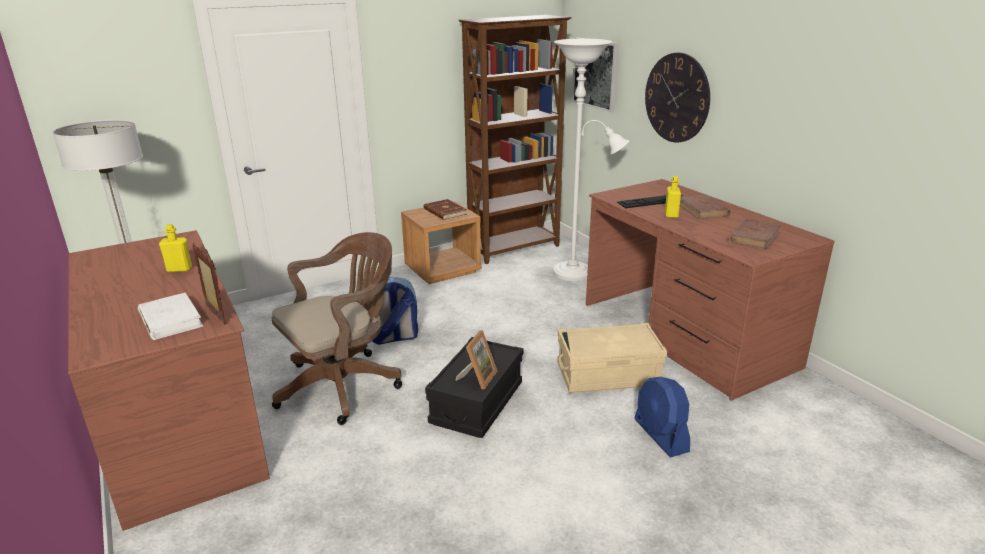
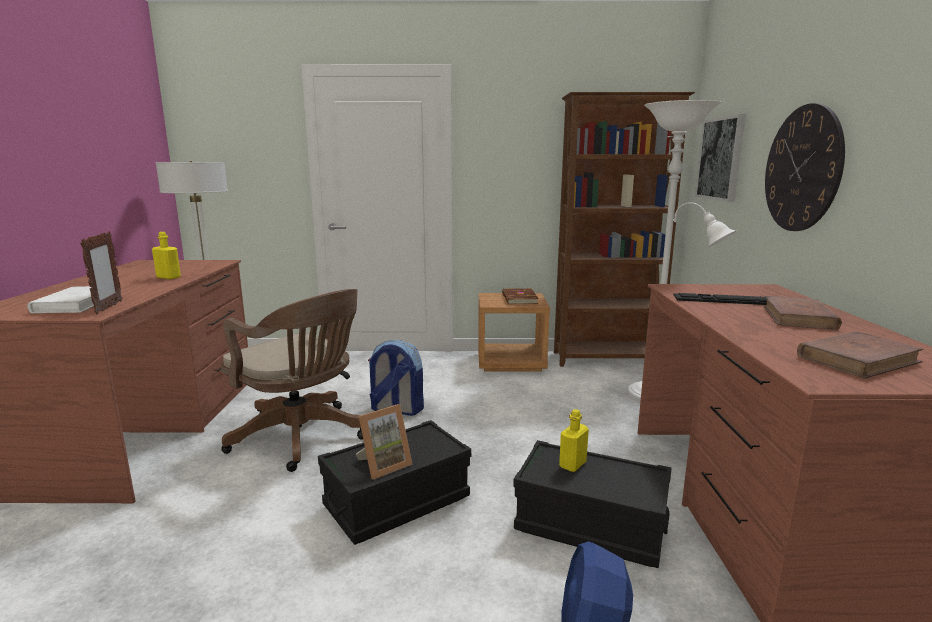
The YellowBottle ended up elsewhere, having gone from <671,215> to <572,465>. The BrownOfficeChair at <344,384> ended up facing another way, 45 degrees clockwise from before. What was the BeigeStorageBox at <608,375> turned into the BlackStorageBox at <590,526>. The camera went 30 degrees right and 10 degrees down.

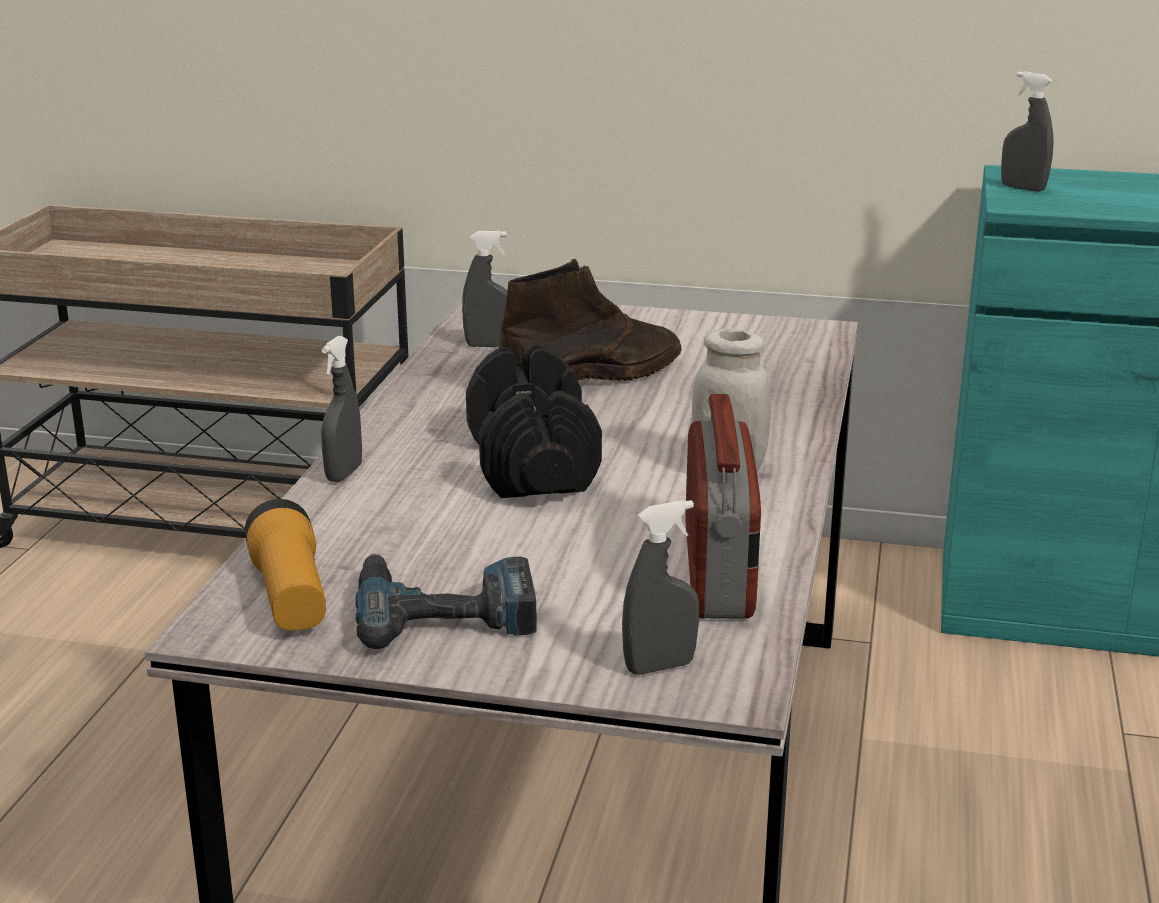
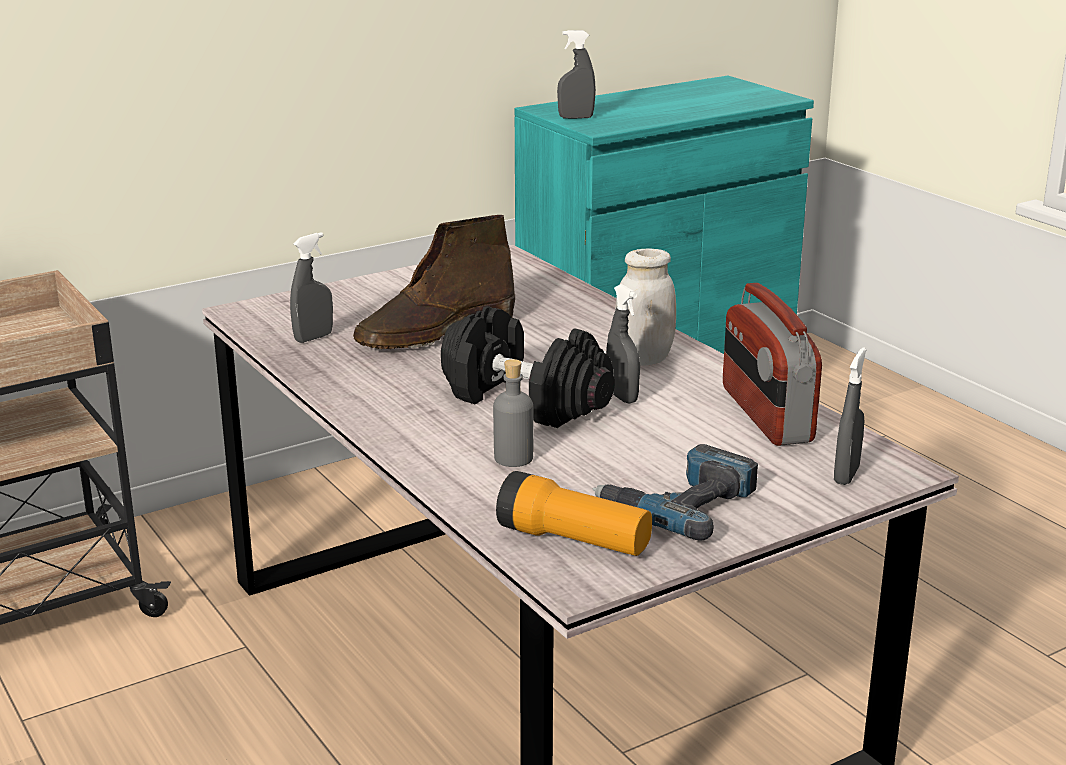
The BrownBoot at <593,377> ended up facing another way, 135 degrees counterclockwise from before. The GreySprayBottle ended up elsewhere, having gone from <344,473> to <622,397>. The Radio at <720,572> ended up facing another way, 150 degrees counterclockwise from before. The second view gained the GreyBottle at <513,458>. The camera went 45 degrees left and 0 degrees up.

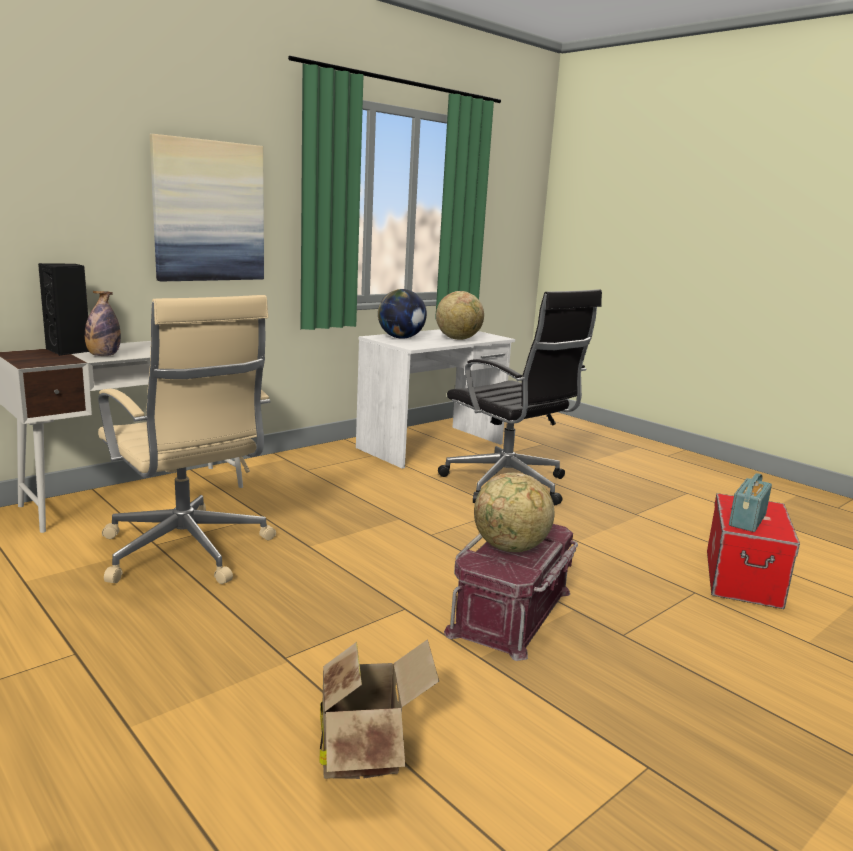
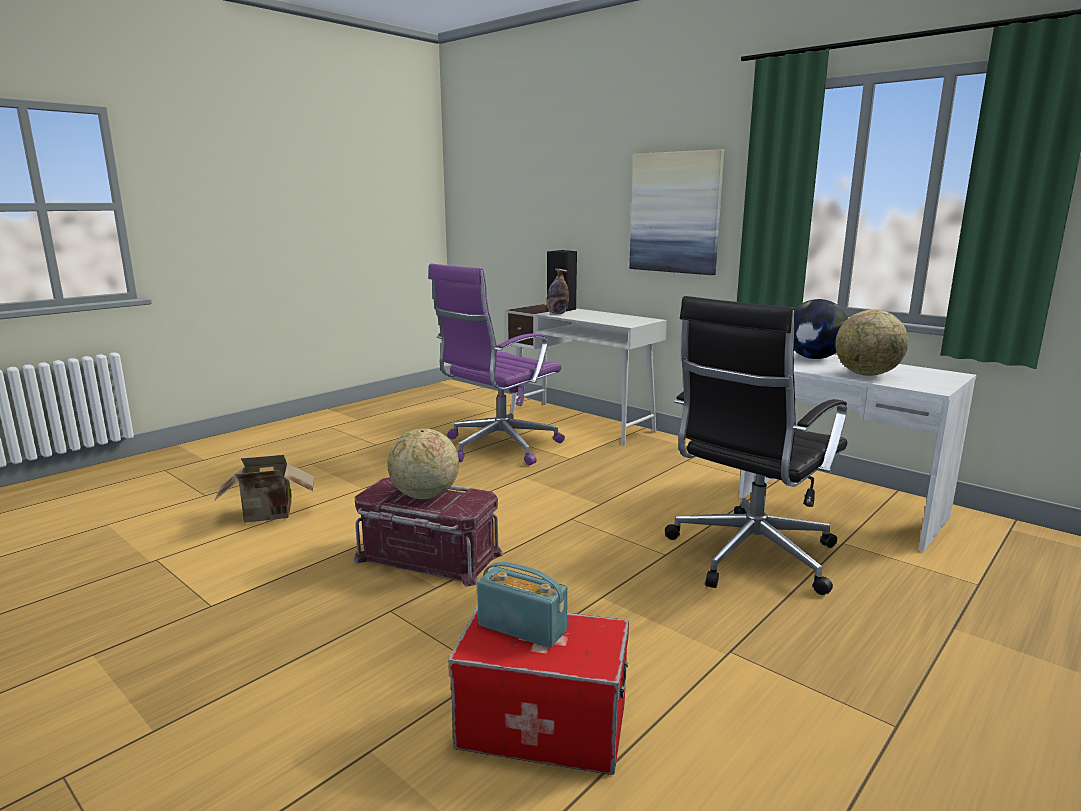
What was the BeigeOfficeChair at <187,552> turned into the PurpleOfficeChair at <498,447>. The camera went 85 degrees right and 0 degrees up.

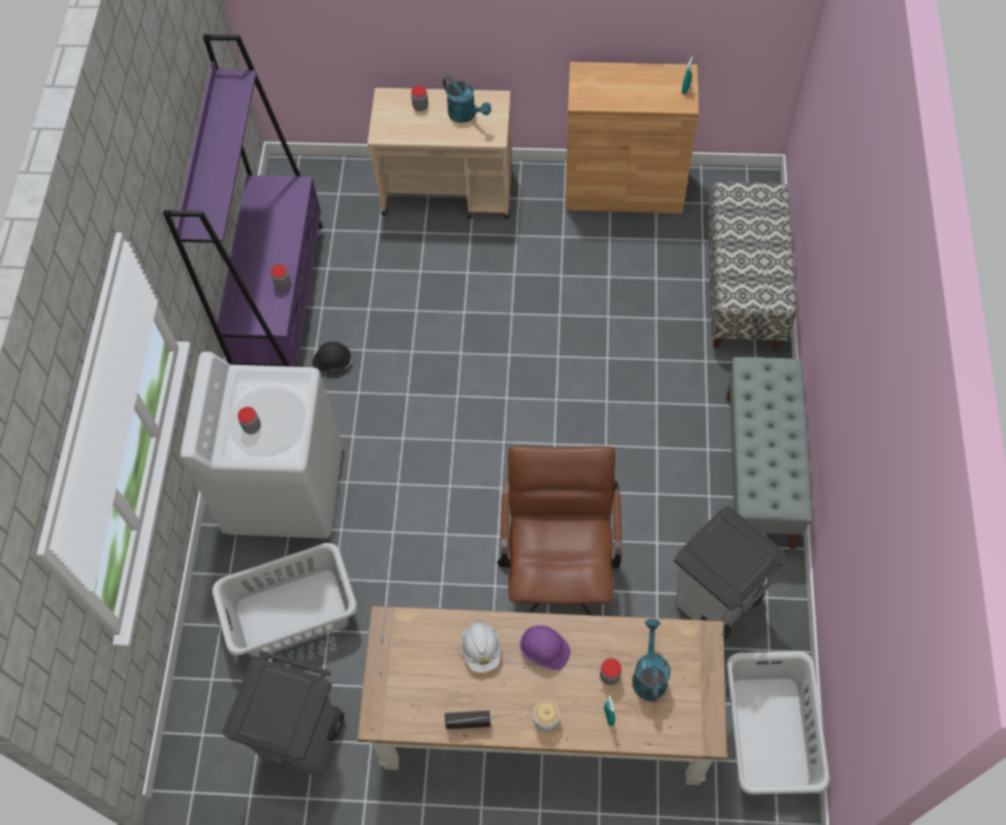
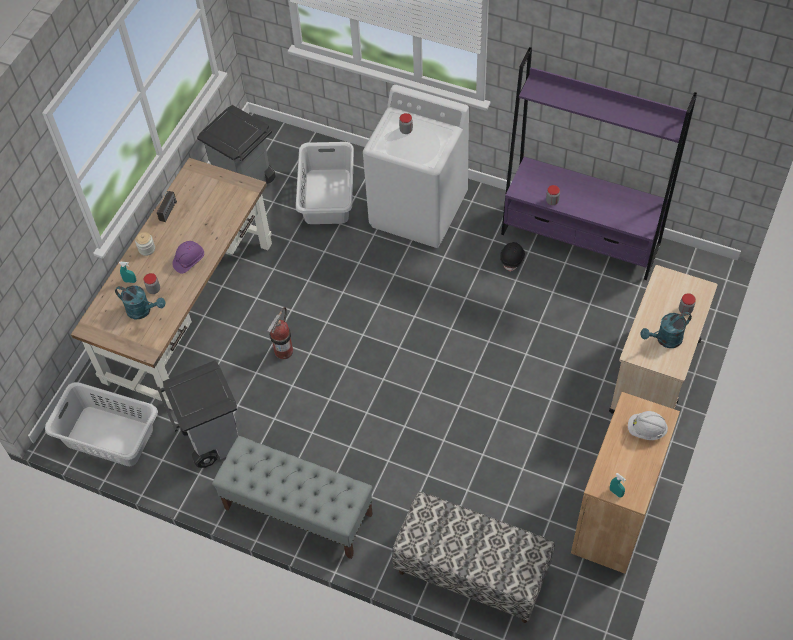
Where the BrownOfficeChair stood at <559,570>, the FireExtinguisher came to stand at <283,351>. The WhiteHardHat ended up elsewhere, having gone from <481,650> to <646,430>. The camera went 110 degrees right and 5 degrees down.

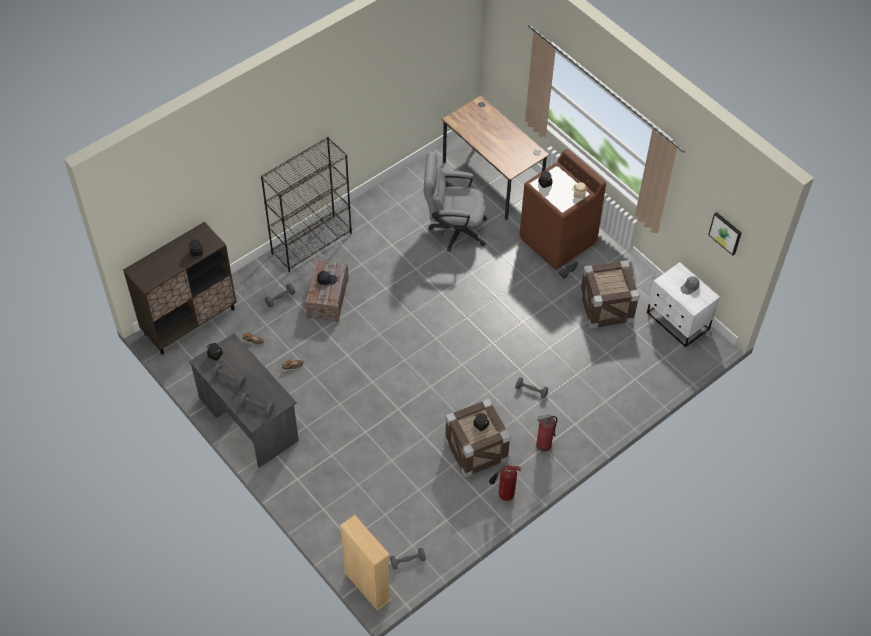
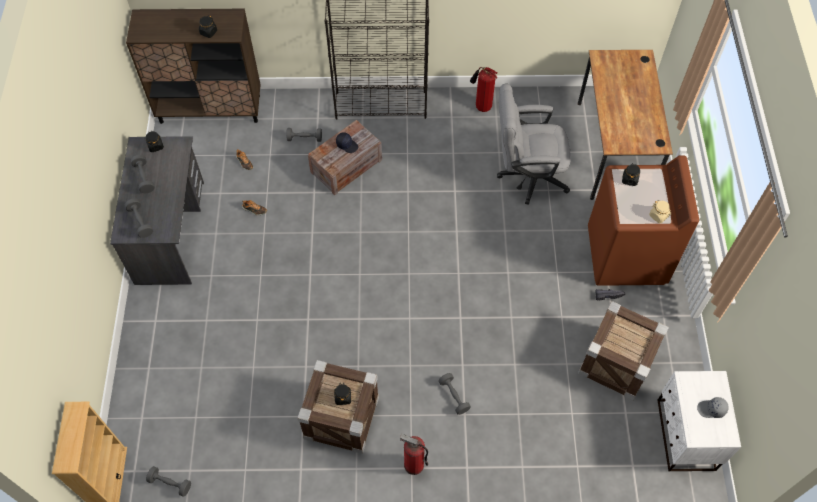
The GreyOfficeChair at <453,230> ended up facing another way, 45 degrees counterclockwise from before. The second view lost the Picture at <726,233>. The FireExtinguisher ended up elsewhere, having gone from <504,495> to <481,106>. The camera went 40 degrees right and 5 degrees up.

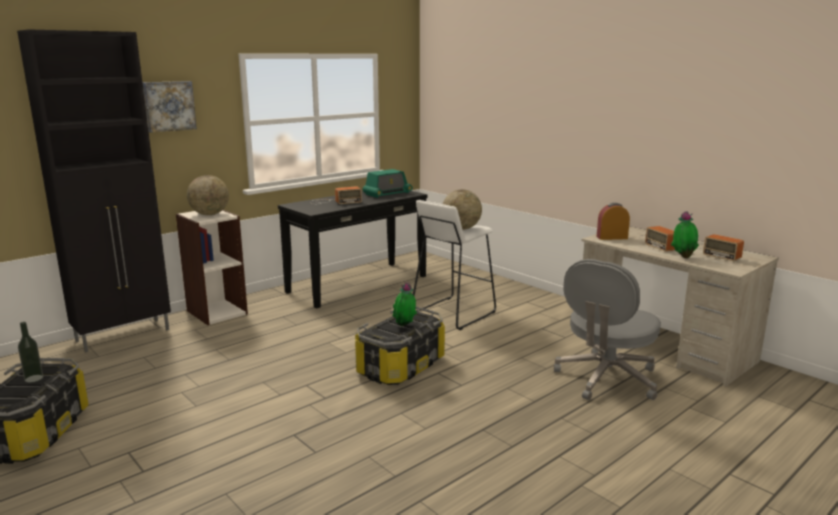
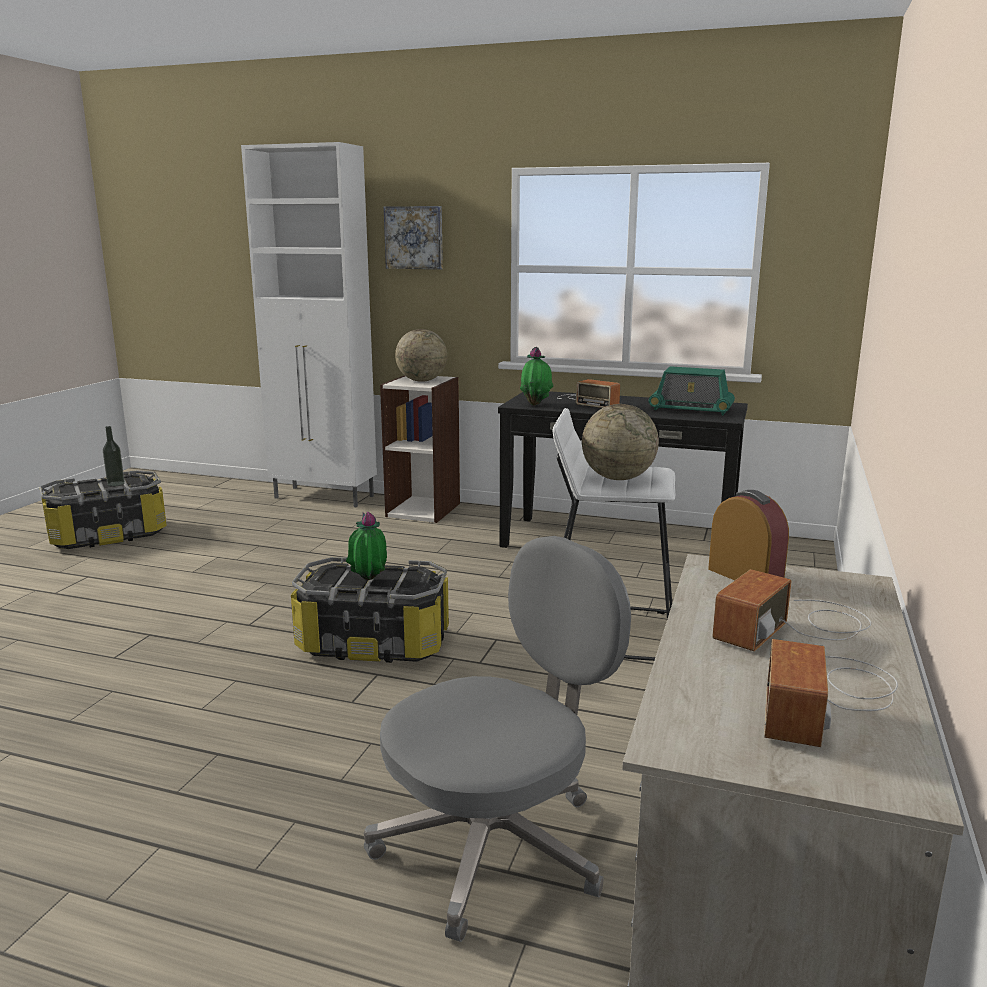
What was the BlackCabinet at <125,335> turned into the WhiteCabinet at <325,497>. The PottedPlant ended up elsewhere, having gone from <683,257> to <536,404>. The GreyOfficeChair at <606,379> ended up facing another way, 135 degrees clockwise from before. The camera went 60 degrees right and 0 degrees up.

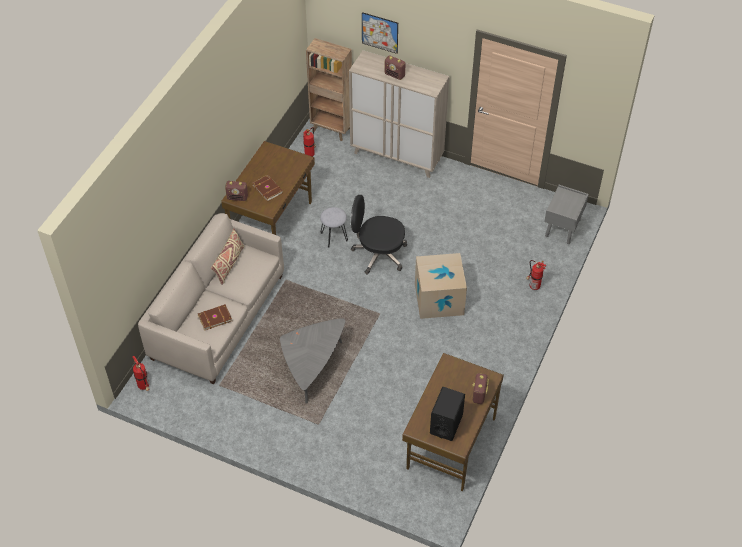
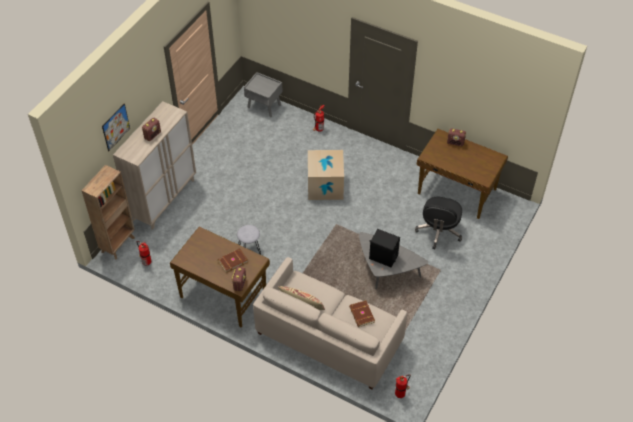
The BlackOfficeChair ended up elsewhere, having gone from <378,254> to <439,231>. The BlackSpeaker ended up elsewhere, having gone from <446,424> to <383,257>. The camera went 85 degrees left and 0 degrees up.

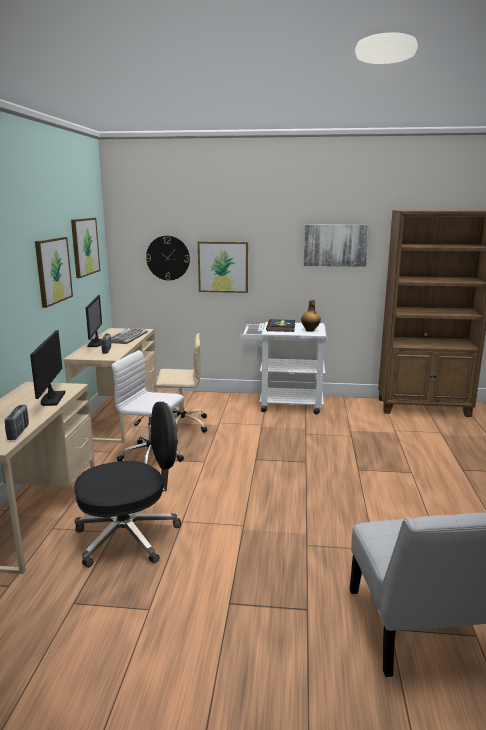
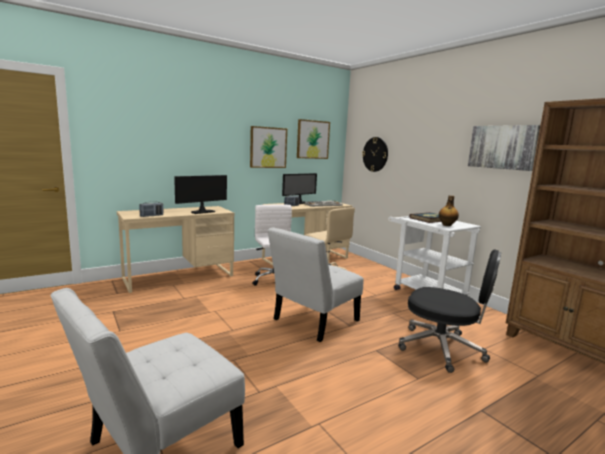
The second view lost the Picture at <223,267>. The BlackOfficeChair ended up elsewhere, having gone from <129,536> to <442,348>. The second view gained the WhiteChair at <313,321>. The camera went 50 degrees right and 5 degrees down.

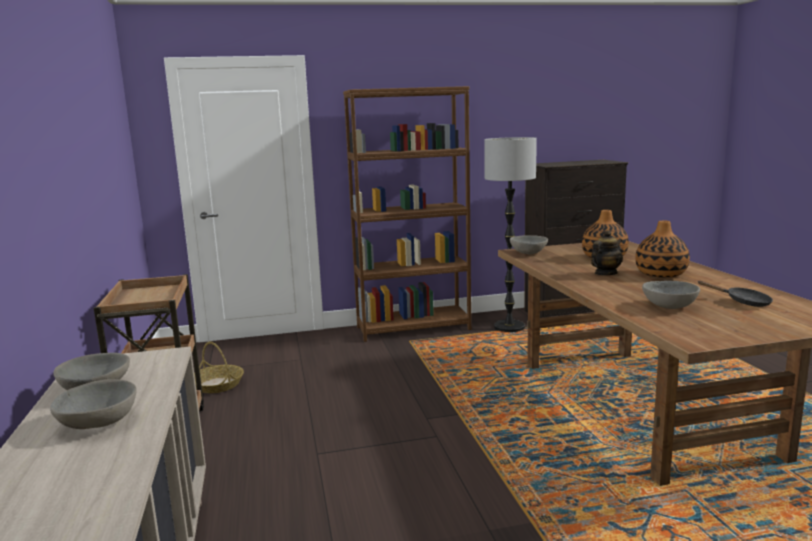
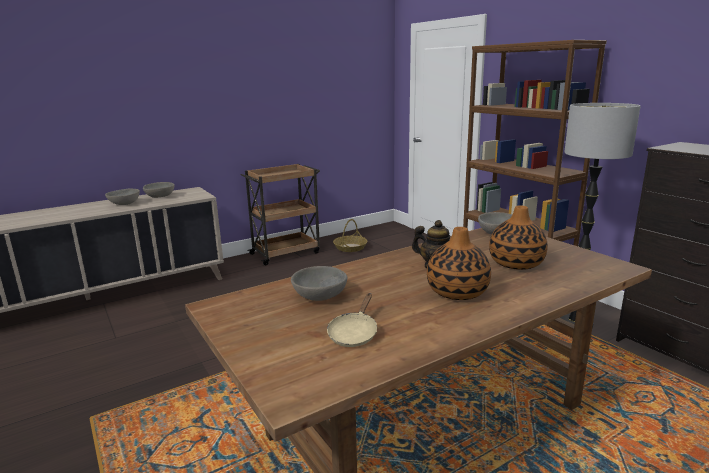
What was the BlackFryingPan at <743,302> turned into the BeigeFryingPan at <354,333>. The camera went 70 degrees right and 5 degrees up.

